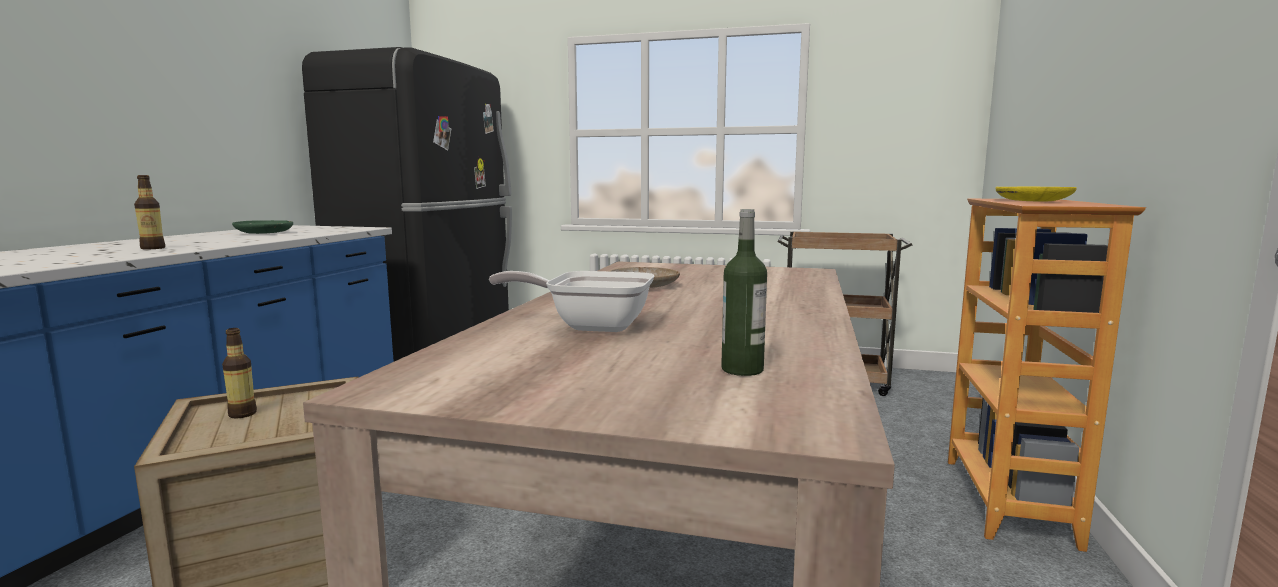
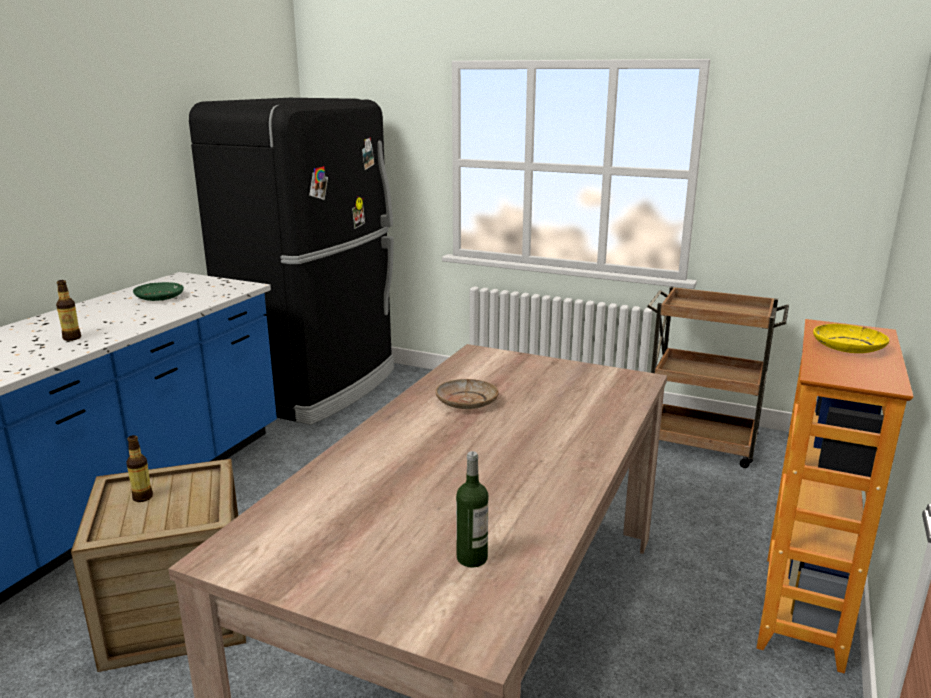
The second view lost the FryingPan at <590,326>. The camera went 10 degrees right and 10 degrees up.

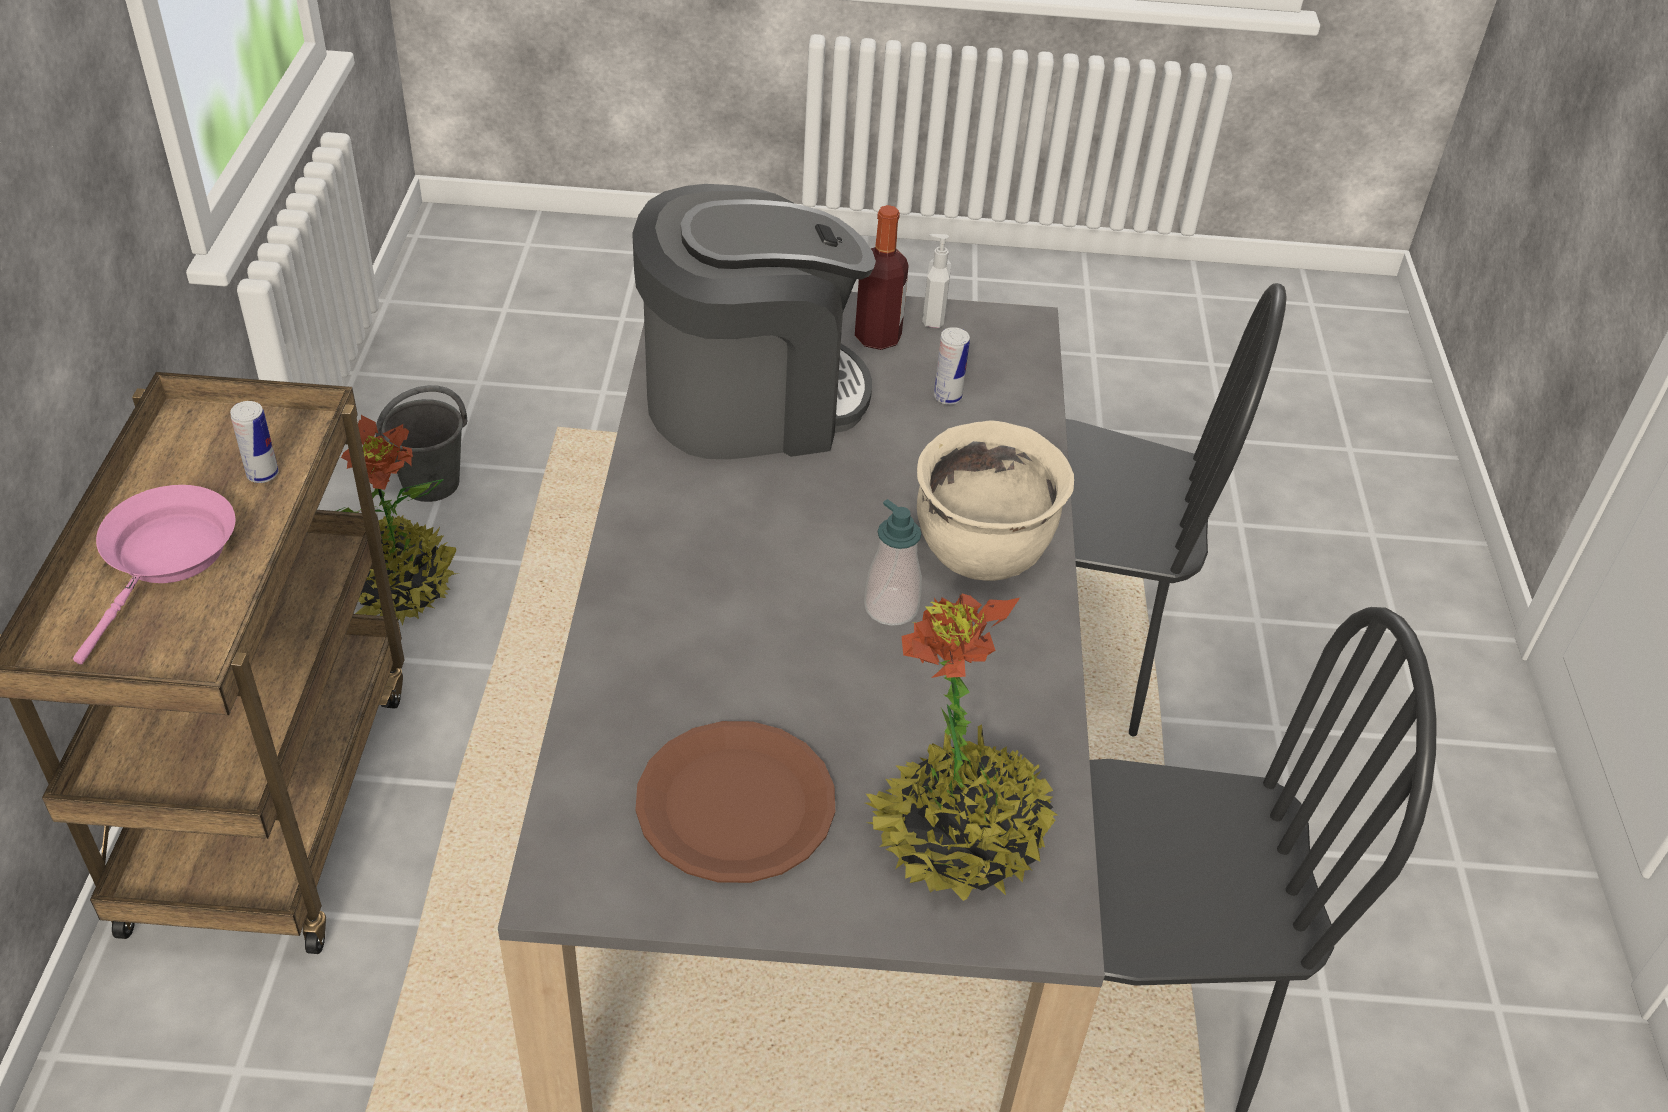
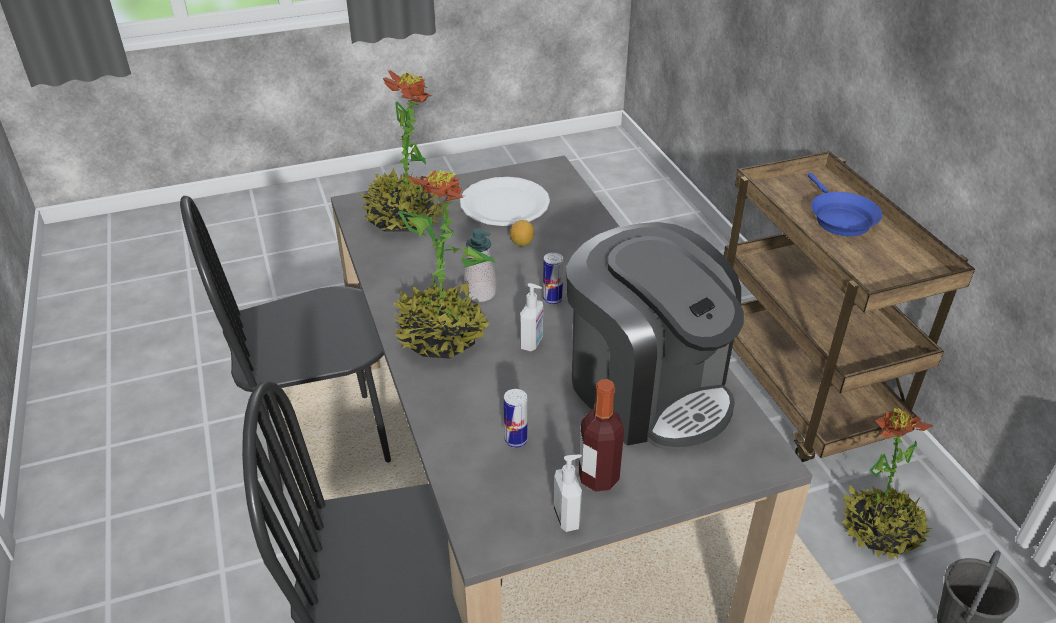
The CoffeeMachine at <751,400> ended up facing another way, 90 degrees counterclockwise from before. The Can ended up elsewhere, having gone from <262,474> to <552,299>. Where the BeigeCookingPot stood at <982,553>, the PottedPlant came to stand at <442,336>. What was the PinkFryingPan at <166,558> turned into the BlueFryingPan at <839,218>. What was the BrownPlate at <736,804> turned into the WhitePlate at <504,204>. The second view gained the Lemon at <522,243>. The second view gained the SoapDispenser at <532,343>. The camera went 160 degrees right and 5 degrees down.

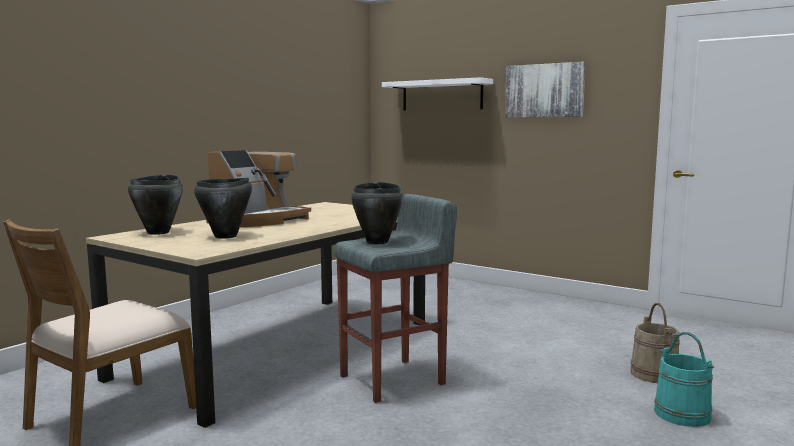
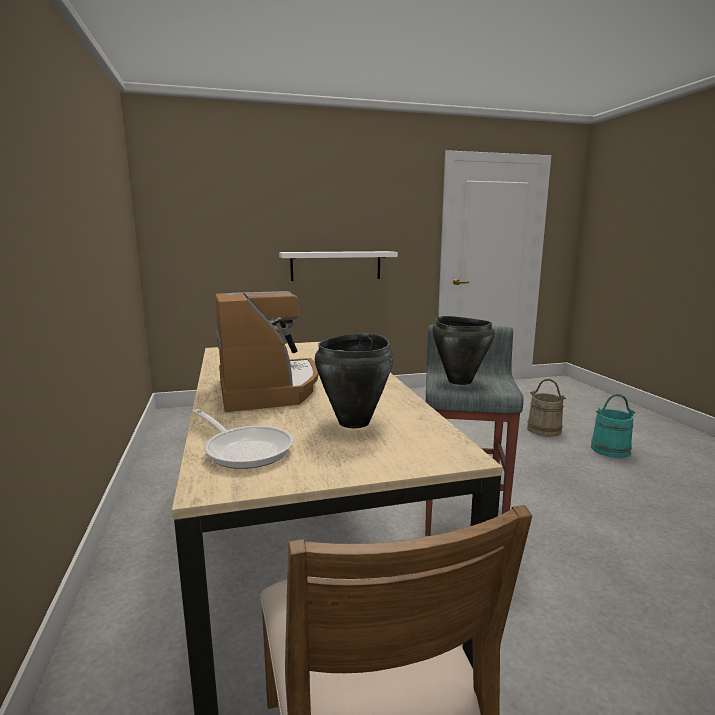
The second view lost the Picture at <544,90>. The WhiteShelf ended up elsewhere, having gone from <441,95> to <336,265>. Where the BlackCookingPot stood at <159,232>, the FryingPan came to stand at <245,449>. The camera went 50 degrees left and 5 degrees up.

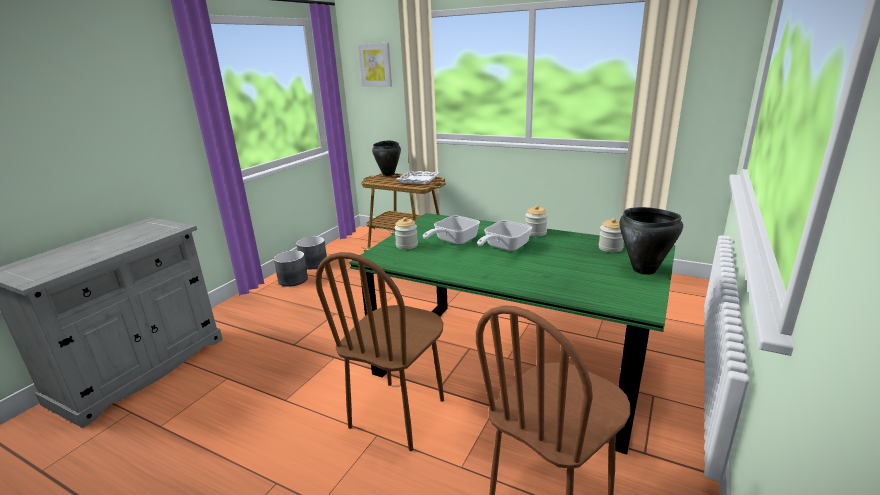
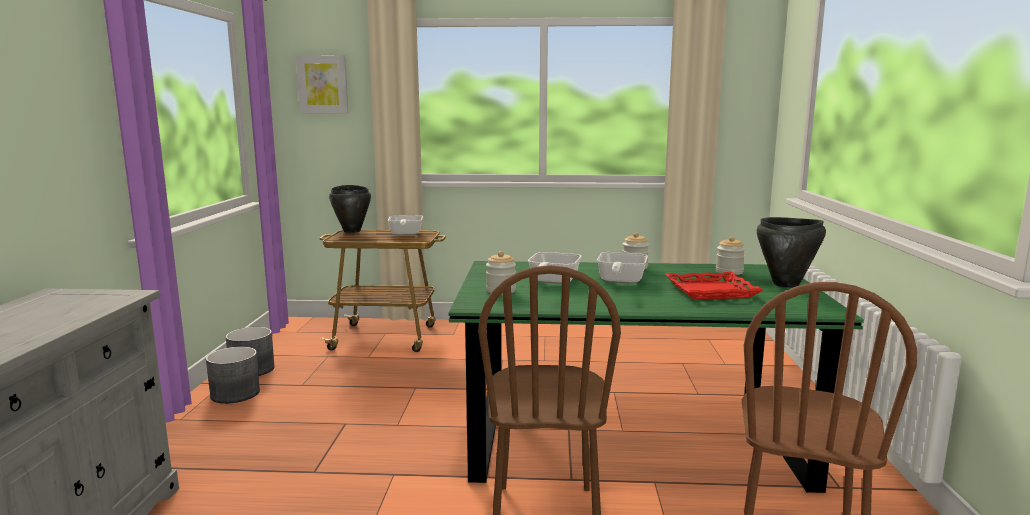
Where the WhiteTray stood at <418,180>, the FryingPan came to stand at <405,234>. The second view gained the RedTray at <711,291>. The camera went 25 degrees left and 10 degrees down.

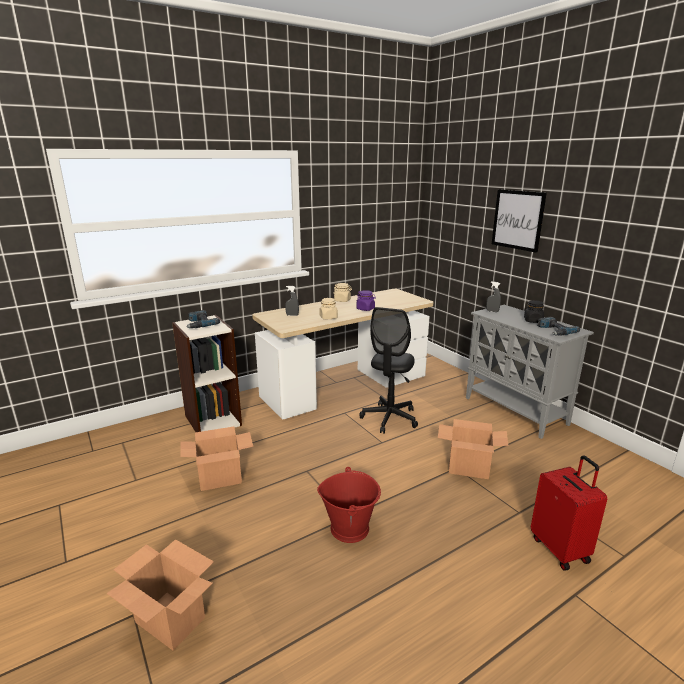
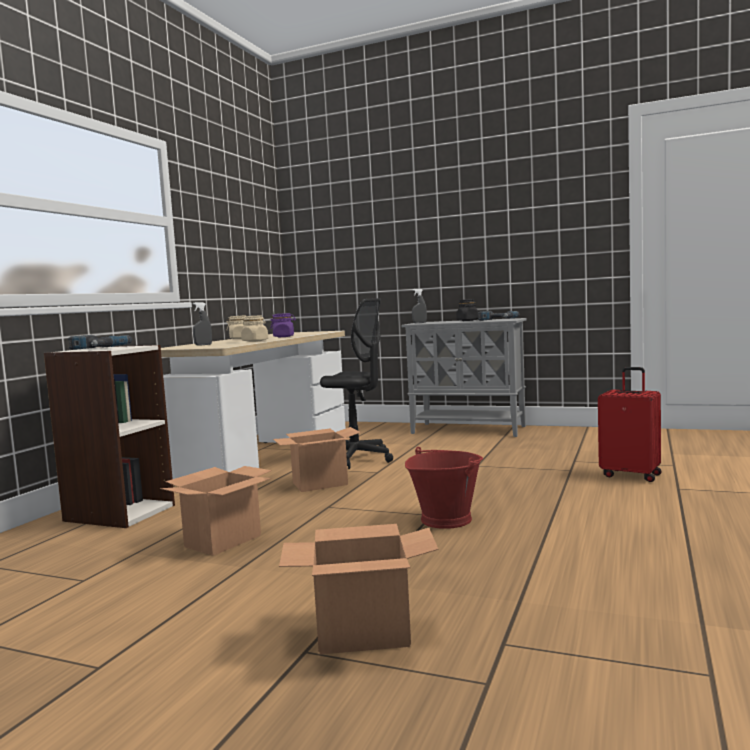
The second view lost the Picture at <517,220>. The BlackOfficeChair at <389,418> ended up facing another way, 45 degrees counterclockwise from before. The CardboardBox ended up elsewhere, having gone from <468,468> to <319,484>. The camera went 35 degrees left and 15 degrees down.

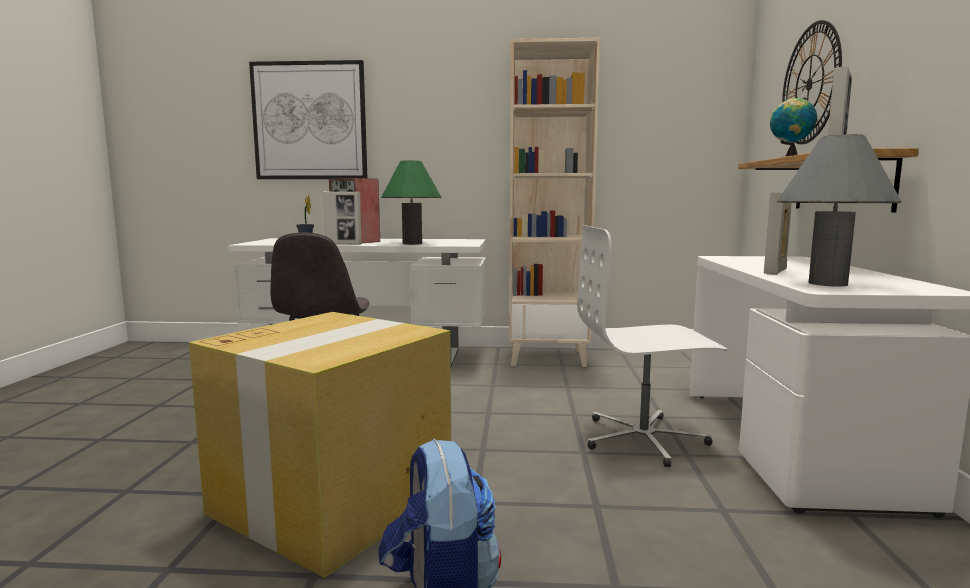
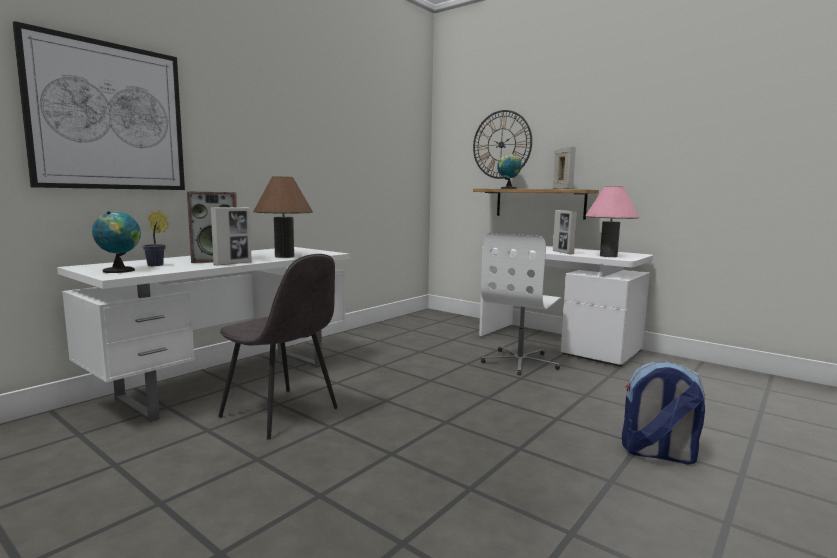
The second view lost the BeigeBookcase at <548,357>. What was the GreyTableLamp at <827,283> turned into the PinkTableLamp at <608,256>. What was the GreenTableLamp at <412,243> turned into the BrownTableLamp at <284,256>. The second view lost the CardboardBox at <335,500>. The second view gained the Globe at <120,270>. The camera went 55 degrees left and 0 degrees up.

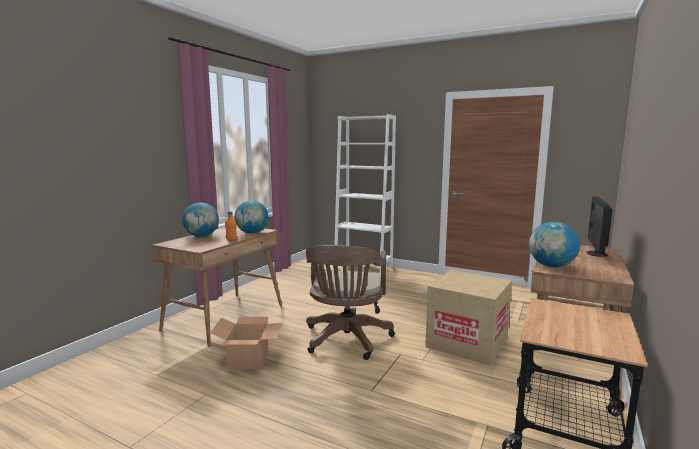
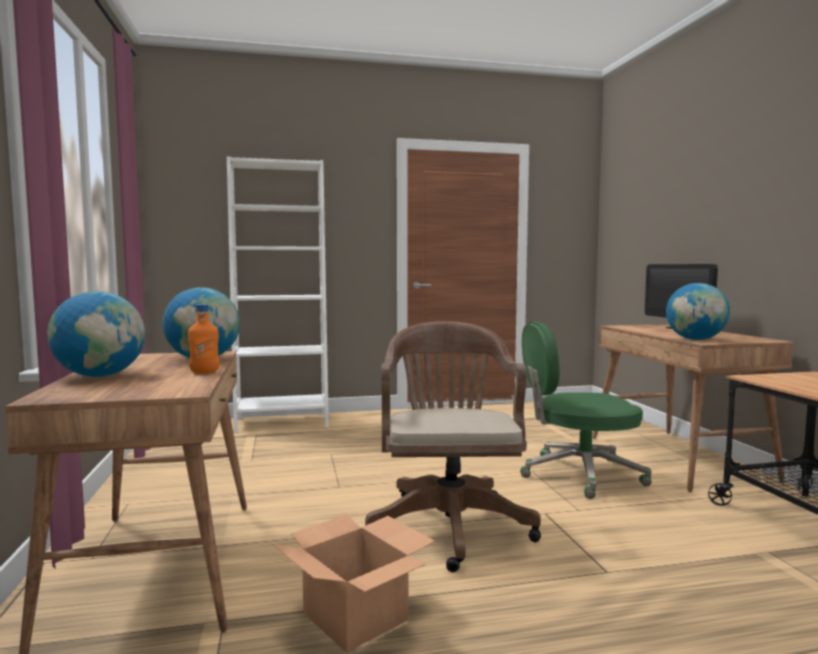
The BrownOfficeChair at <346,340> ended up facing another way, 150 degrees counterclockwise from before. Where the CardboardBox stood at <467,342>, the GreenOfficeChair came to stand at <579,474>. The camera went 40 degrees left and 5 degrees down.

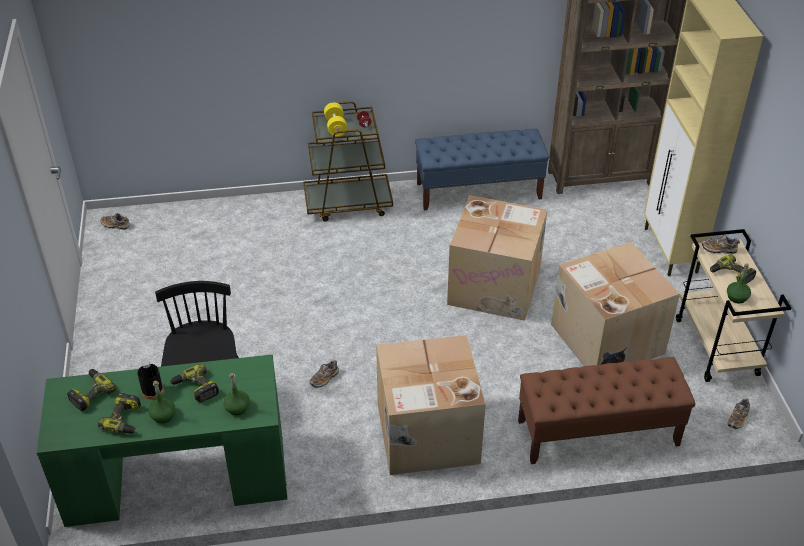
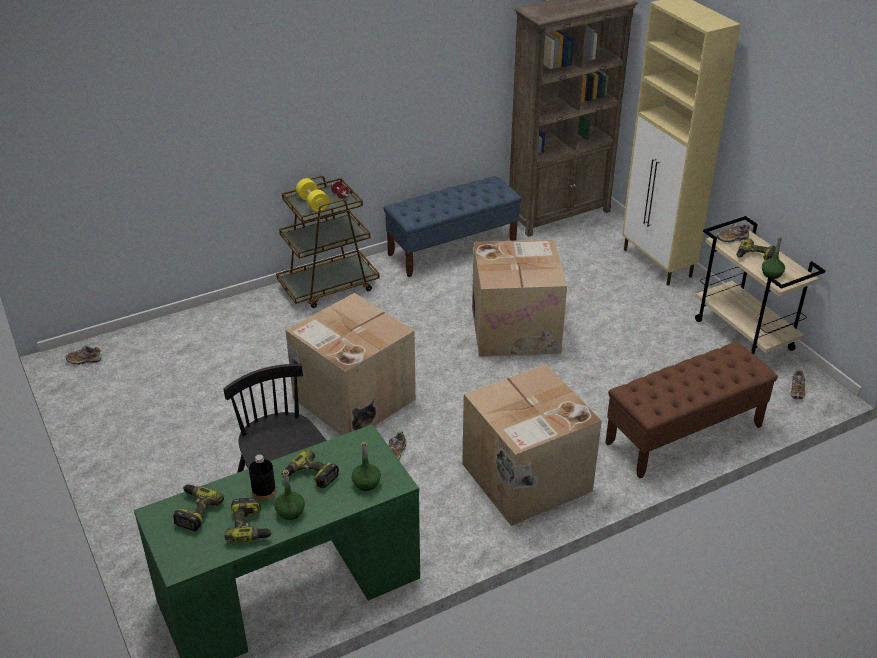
The CardboardBox ended up elsewhere, having gone from <605,338> to <352,399>. The camera went 20 degrees left and 5 degrees down.

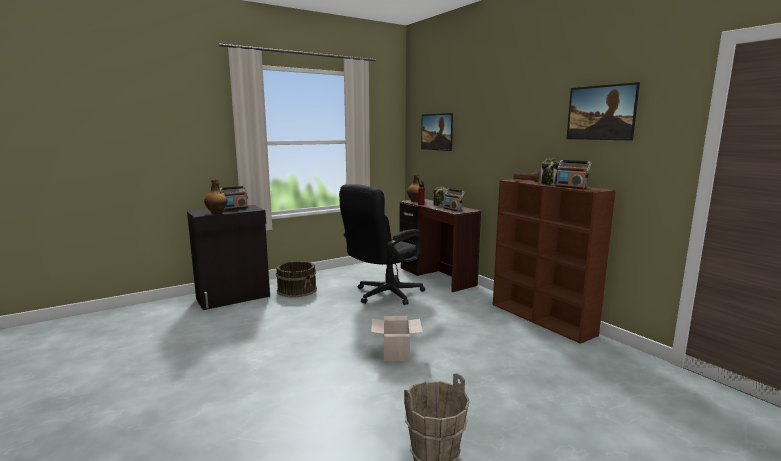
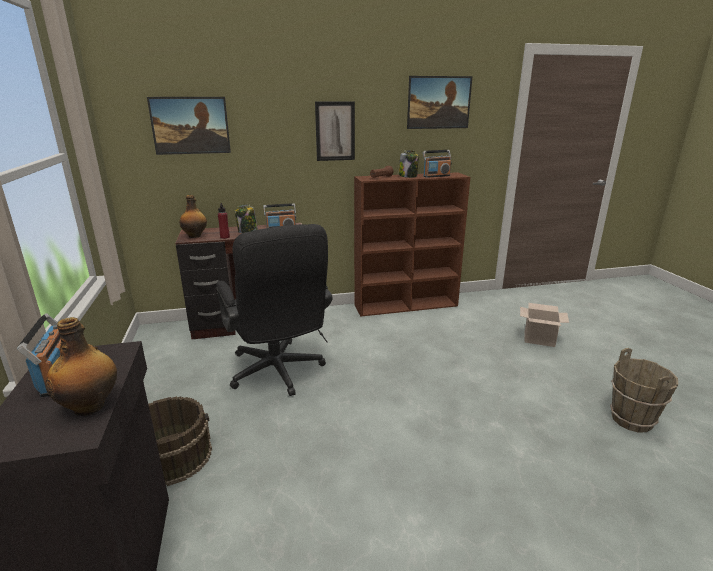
The CardboardBox ended up elsewhere, having gone from <396,354> to <540,339>. The second view gained the Picture at <335,131>. The camera went 70 degrees left and 10 degrees up.

